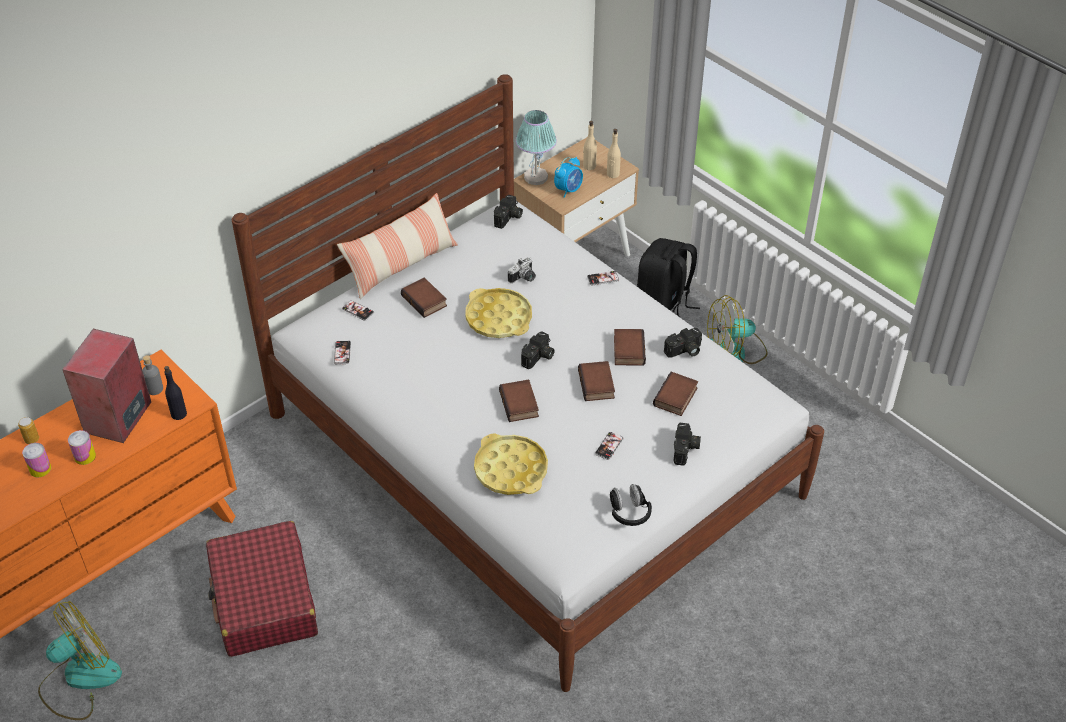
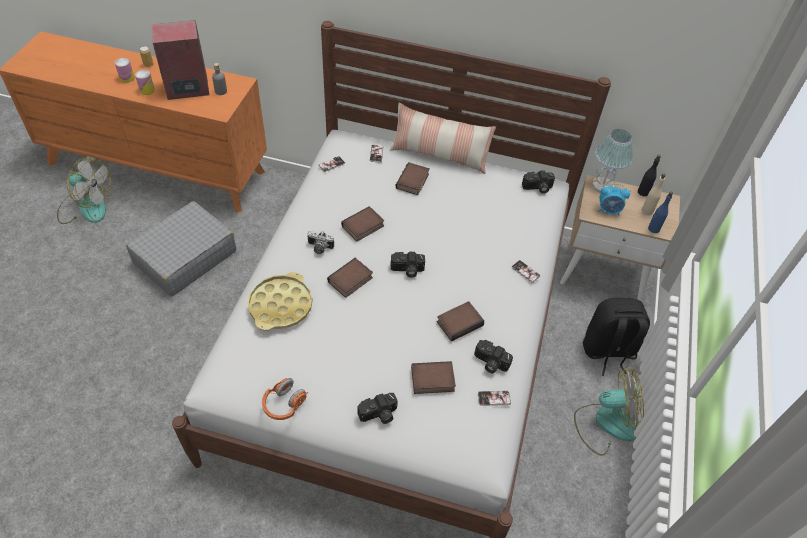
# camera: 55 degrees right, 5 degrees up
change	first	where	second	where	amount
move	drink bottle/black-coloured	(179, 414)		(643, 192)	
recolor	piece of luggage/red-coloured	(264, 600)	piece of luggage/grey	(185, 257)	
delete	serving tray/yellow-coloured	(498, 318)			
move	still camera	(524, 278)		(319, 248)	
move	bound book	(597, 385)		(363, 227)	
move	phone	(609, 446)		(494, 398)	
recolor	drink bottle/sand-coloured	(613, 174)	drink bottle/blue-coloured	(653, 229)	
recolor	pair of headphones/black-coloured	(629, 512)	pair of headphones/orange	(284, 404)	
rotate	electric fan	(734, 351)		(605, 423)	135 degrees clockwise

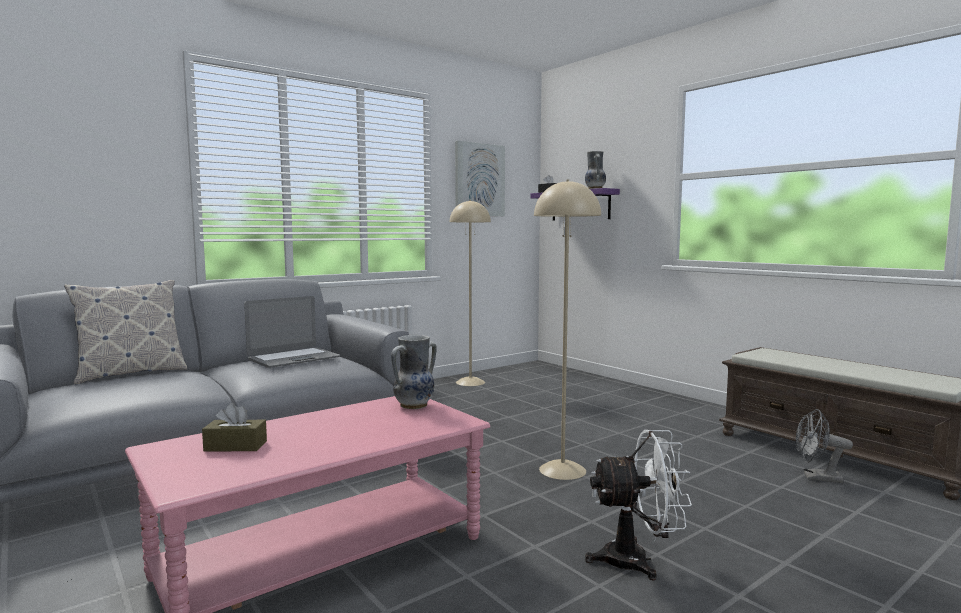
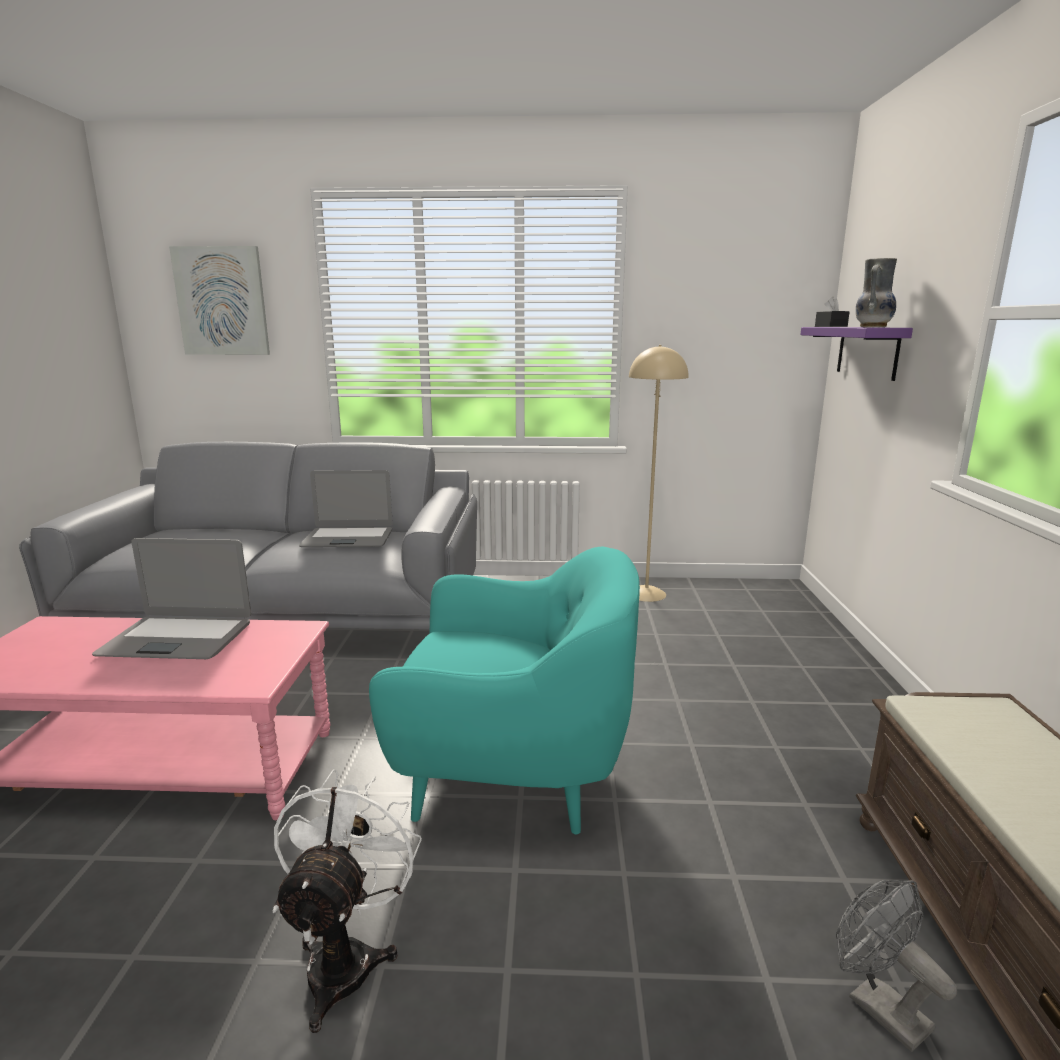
# camera: 40 degrees right, 10 degrees up
change	first	where	second	where	amount
delete	throw pillow	(131, 374)			
delete	tissue box/brown	(235, 446)			
delete	flower vase	(414, 406)			
move	wall art	(479, 180)		(222, 301)	
replace	standard lamp/sand-coloured	(563, 470)	lounge chair/blue-green	(514, 772)	
rotate	electric fan/white	(637, 560)		(347, 957)	120 degrees counterclockwise
insert			notebook computer	(178, 639)	

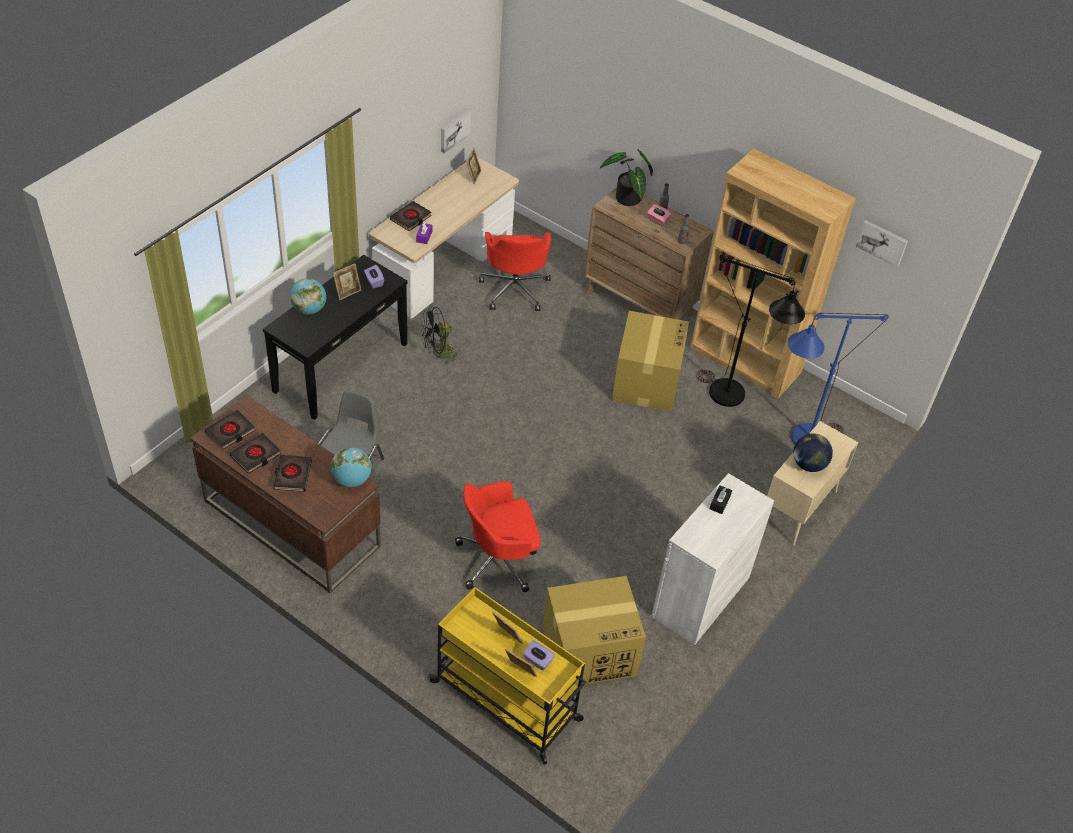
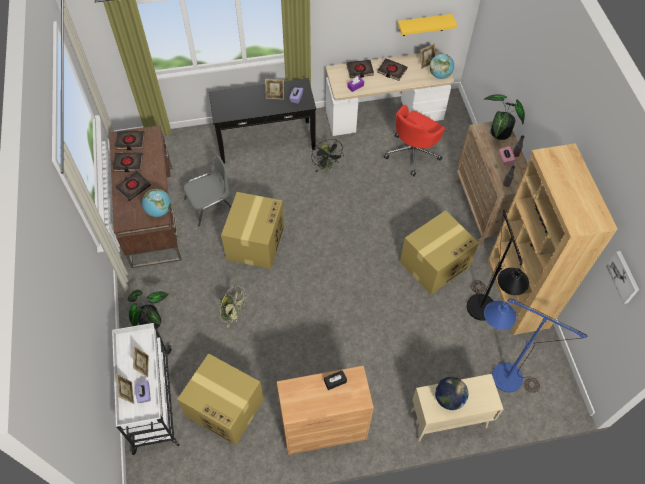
# camera: 45 degrees right, 10 degrees up
change	first	where	second	where	amount
move	world globe	(309, 309)		(440, 75)	
rotate	electric fan/black-coloured	(438, 353)		(327, 166)	135 degrees counterclockwise
recolor	wheeled cart/yellow-coloured	(507, 702)	wheeled cart/white	(152, 401)	
replace	wall art	(454, 130)	bracket shelf/yellow-coloured	(423, 25)	
replace	office chair/red-coloured	(499, 560)	electric fan/green-coloured	(233, 314)	
recolor	cabinet/white	(701, 597)	cabinet/brown	(323, 427)	
insert			potted plant	(150, 319)	
insert			packing box	(255, 242)	
insert			bound book/black-coloured	(392, 71)	

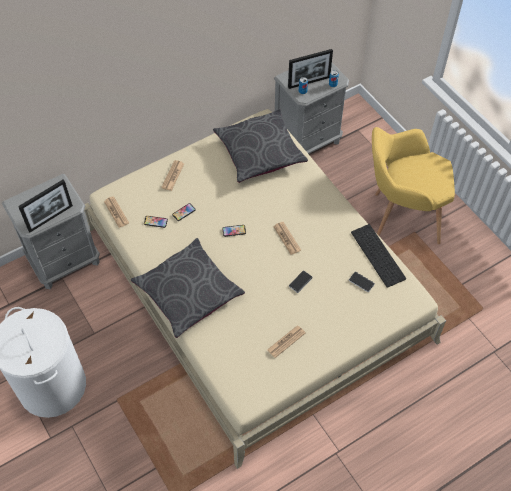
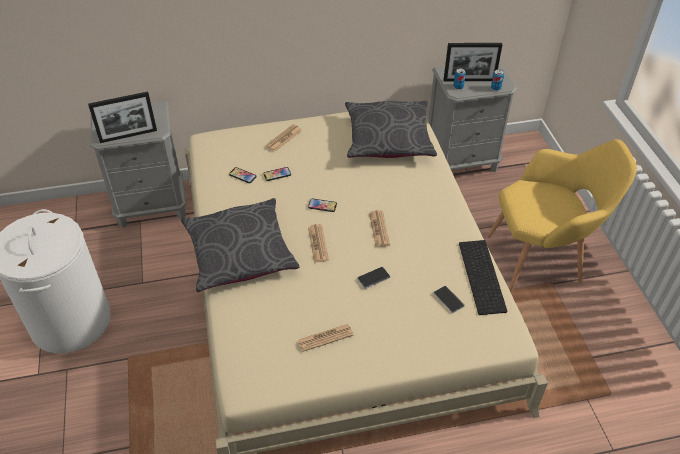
# camera: 20 degrees right, 10 degrees down
change	first	where	second	where	amount
move	printed paper	(116, 212)		(318, 243)	
rotate	lounge chair/yellow-coloured	(400, 215)		(541, 261)	150 degrees clockwise

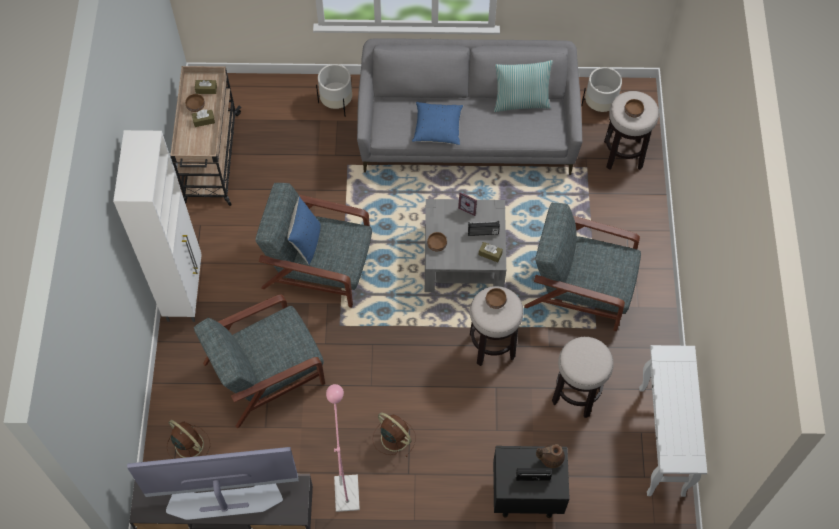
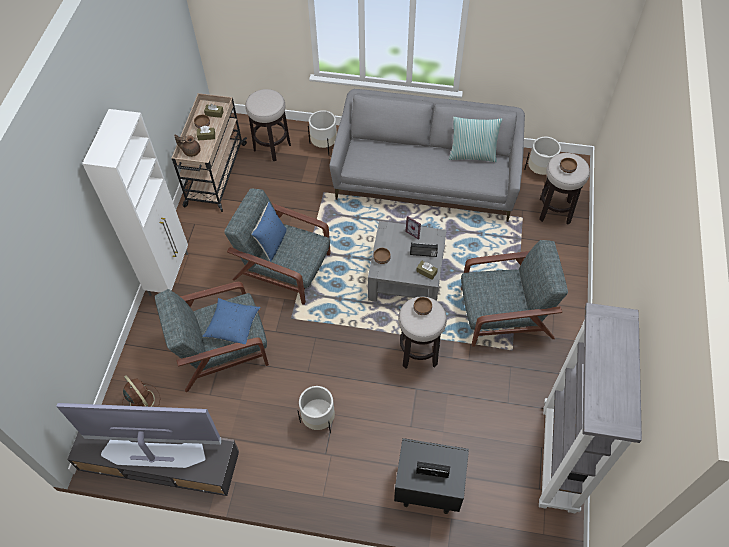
# camera: 10 degrees right, 5 degrees down
change	first	where	second	where	amount
delete	standard lamp/pink-coloured	(346, 486)			
replace	electric fan/brown	(393, 437)	flower pot/white	(318, 419)	
move	throw pillow/blue-coloured	(437, 129)		(233, 326)	
rotate	lounge chair/grey	(581, 286)		(504, 313)	150 degrees clockwise
move	tea pot/brown	(550, 458)		(191, 151)	
move	sitting stool	(576, 394)		(272, 147)	
replace	hall table/white	(662, 442)	bookcase/grey	(559, 459)	

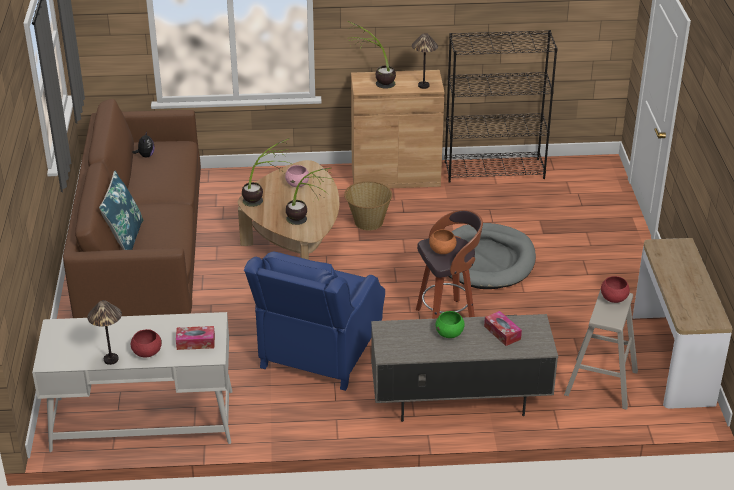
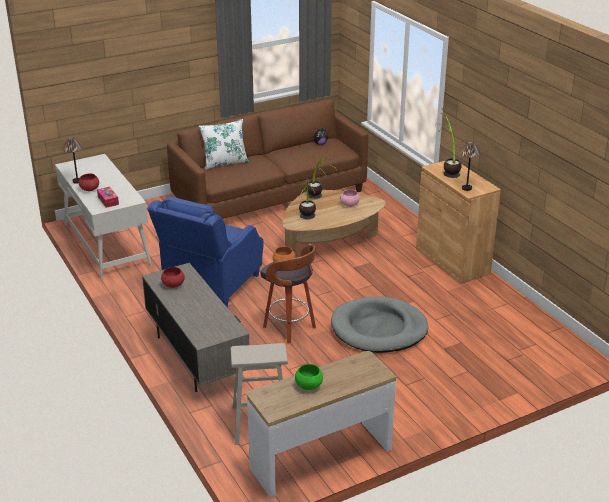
# camera: 65 degrees right, 5 degrees down
change	first	where	second	where	amount
recolor	throw pillow/blue-coloured	(125, 238)	throw pillow/white	(224, 163)	
rotate	lounge chair/blue-coloured	(319, 353)		(211, 285)	60 degrees counterclockwise
delete	household basket	(368, 222)			
move	bowl/green-coloured	(449, 334)		(309, 386)	
delete	bookcase/black-coloured	(494, 170)			
delete	tissue box	(502, 333)			
move	bowl/red-coloured	(613, 298)		(173, 285)	

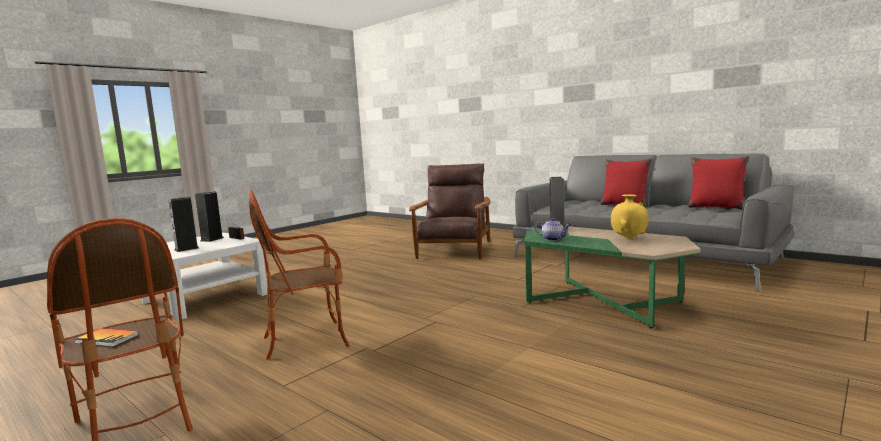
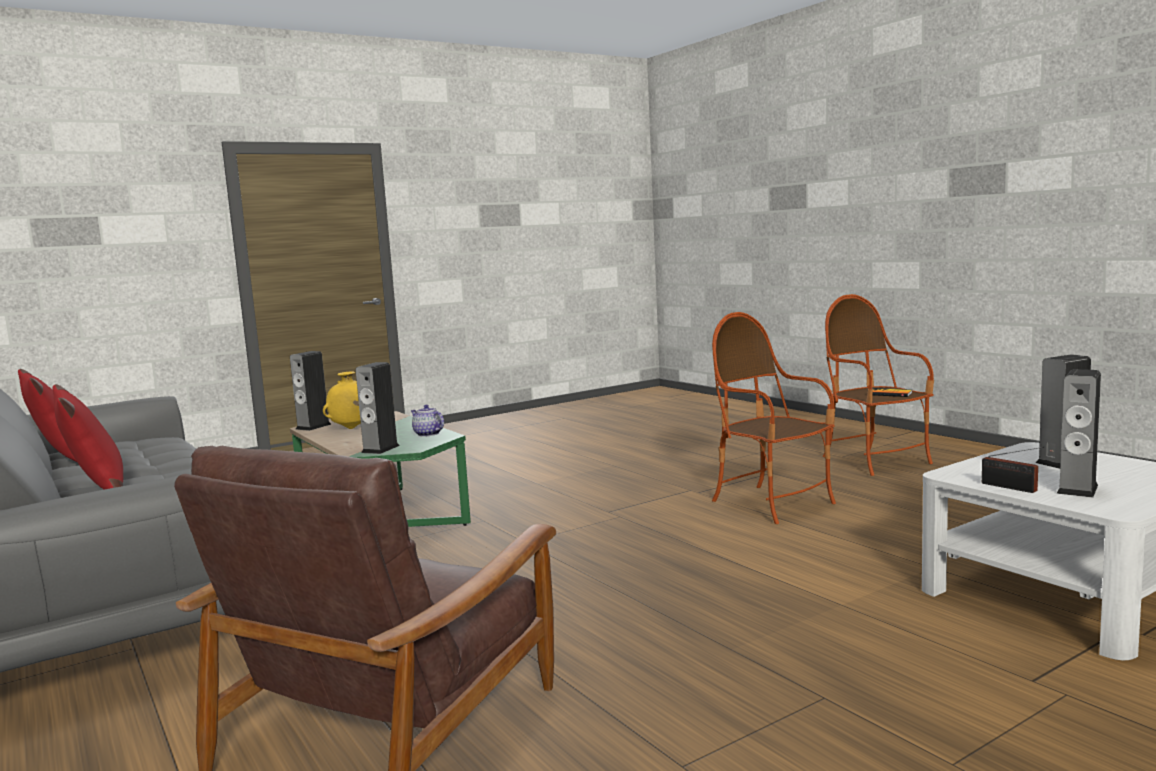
# camera: 165 degrees left, 0 degrees up
change	first	where	second	where	amount
rotate	lounge chair	(307, 340)		(772, 503)	120 degrees counterclockwise
insert			loudspeaker	(313, 426)	

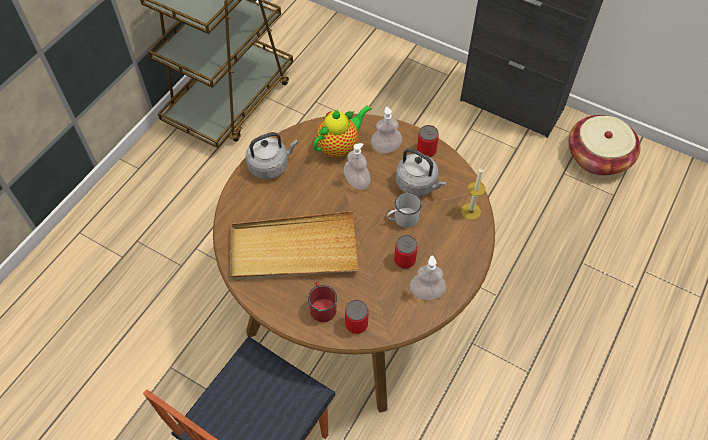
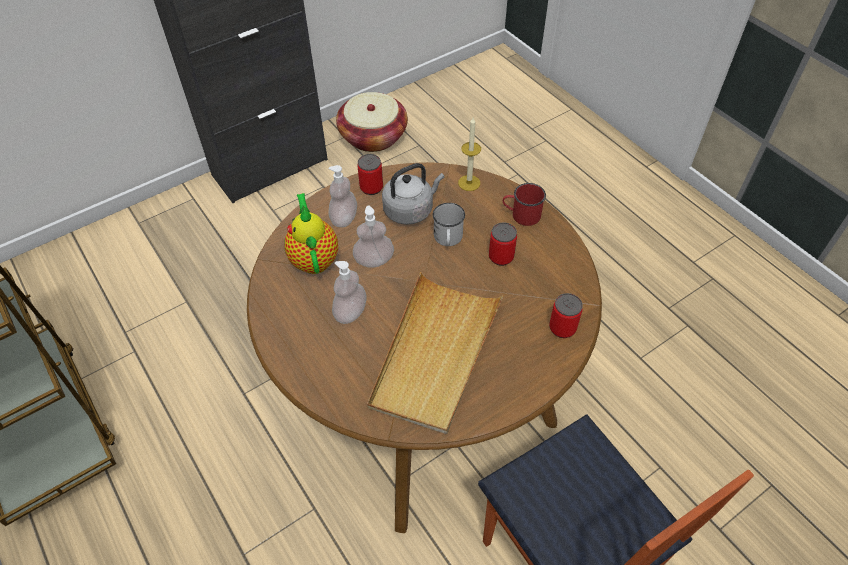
# camera: 65 degrees left, 5 degrees down
change	first	where	second	where	amount
delete	tea kettle/grey	(271, 165)			
move	coffee mug/red-coloured	(322, 306)		(521, 215)	
move	soap dispenser	(426, 292)		(350, 312)	

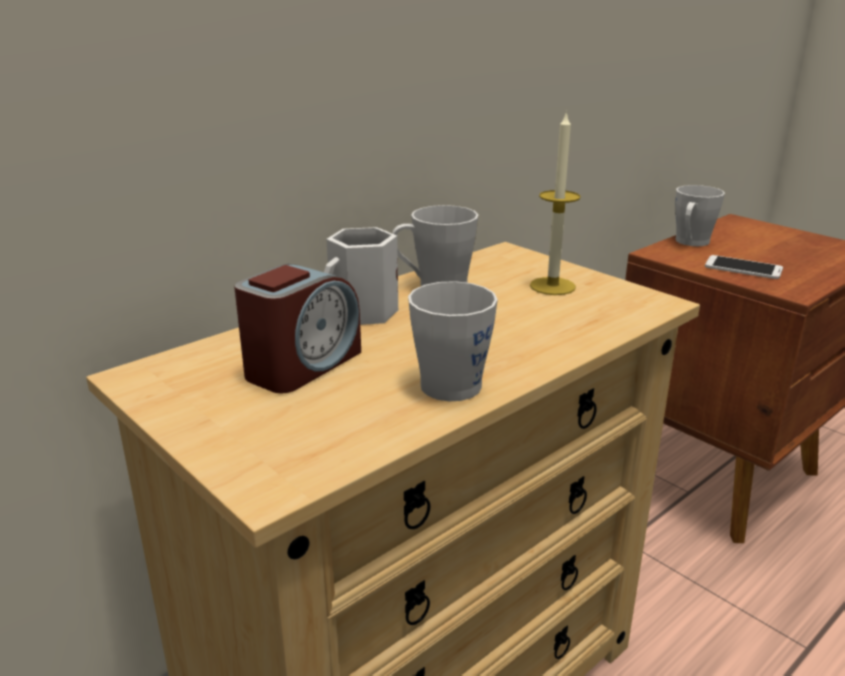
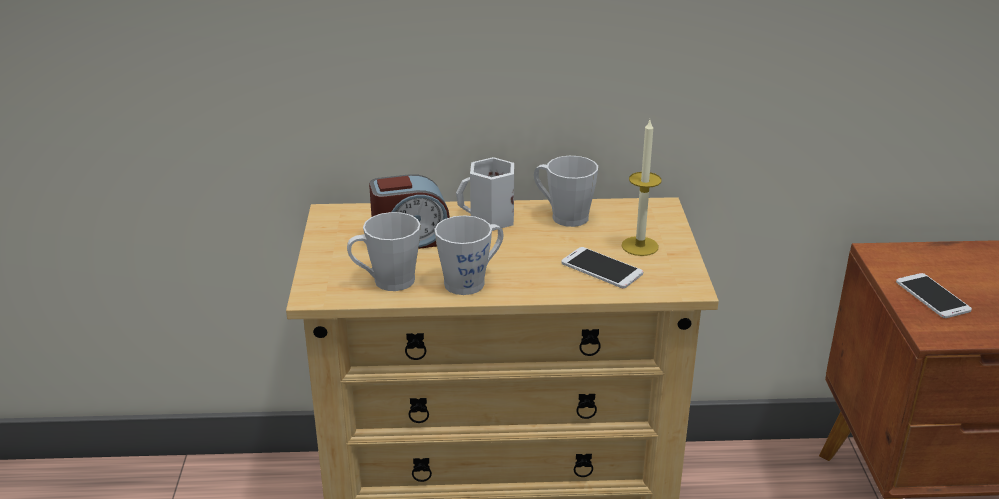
# camera: 40 degrees right, 5 degrees up
change	first	where	second	where	amount
move	coffee mug/grey	(690, 243)		(386, 281)	
insert			phone	(601, 268)	

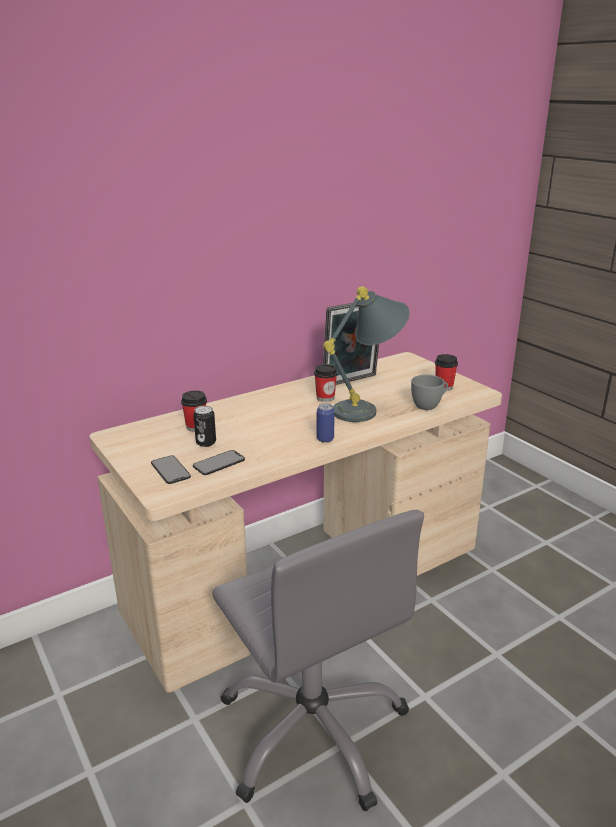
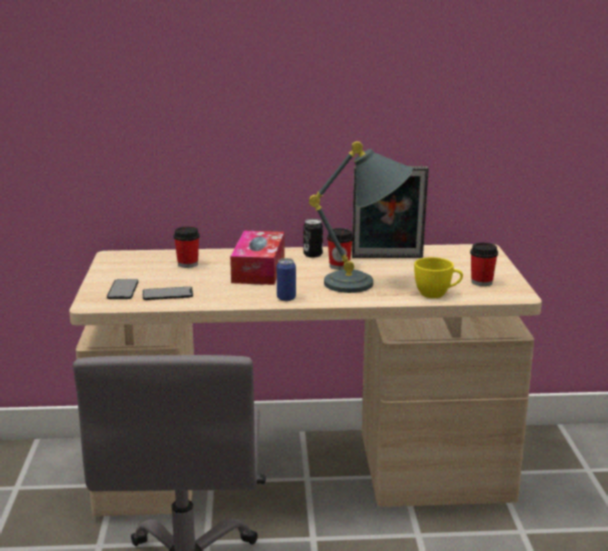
# camera: 30 degrees right, 5 degrees down
change	first	where	second	where	amount
move	can	(206, 442)		(313, 254)	
recolor	drinking cup/grey	(429, 405)	drinking cup/yellow-coloured	(437, 294)	
insert			tissue box	(258, 269)	

